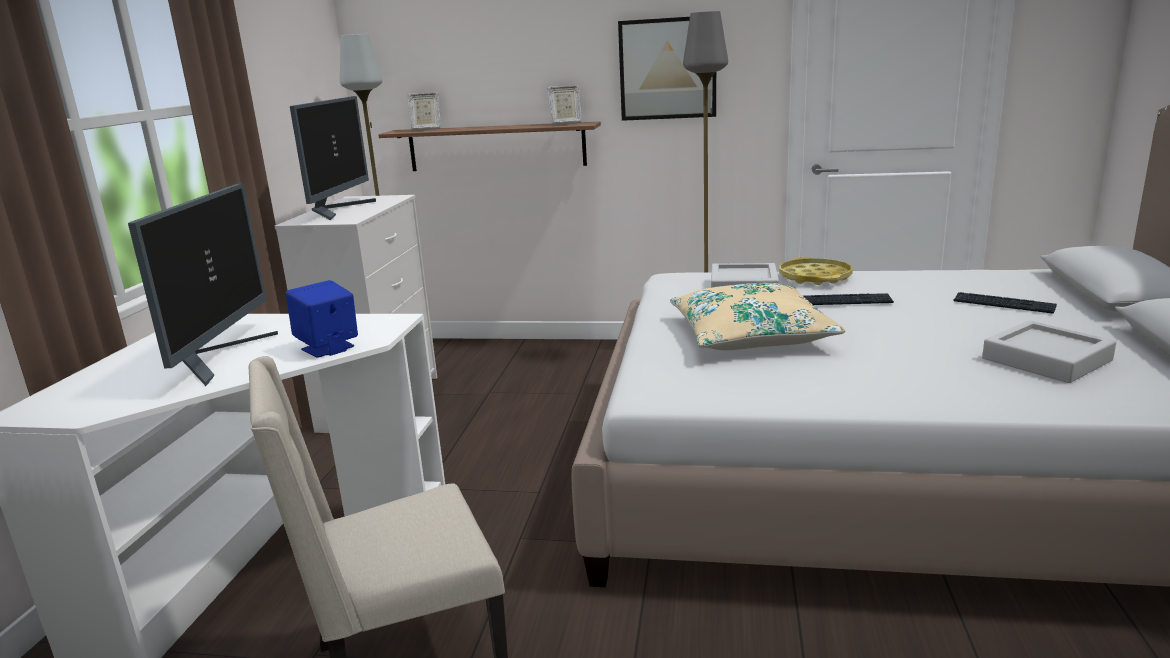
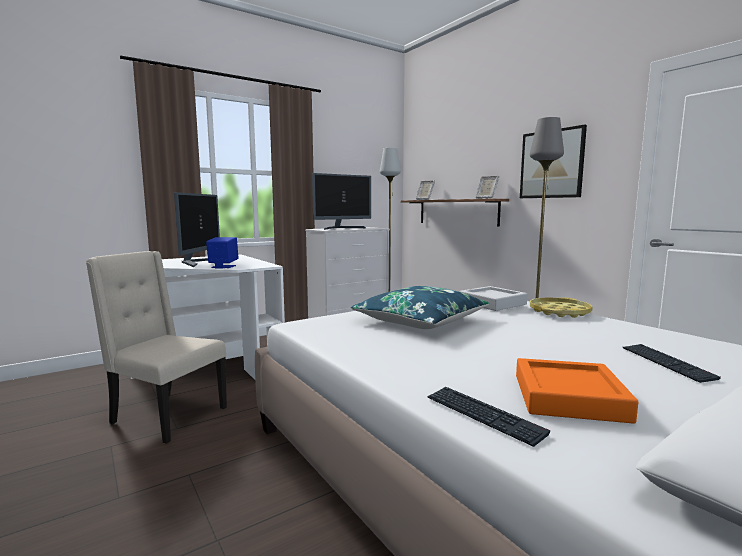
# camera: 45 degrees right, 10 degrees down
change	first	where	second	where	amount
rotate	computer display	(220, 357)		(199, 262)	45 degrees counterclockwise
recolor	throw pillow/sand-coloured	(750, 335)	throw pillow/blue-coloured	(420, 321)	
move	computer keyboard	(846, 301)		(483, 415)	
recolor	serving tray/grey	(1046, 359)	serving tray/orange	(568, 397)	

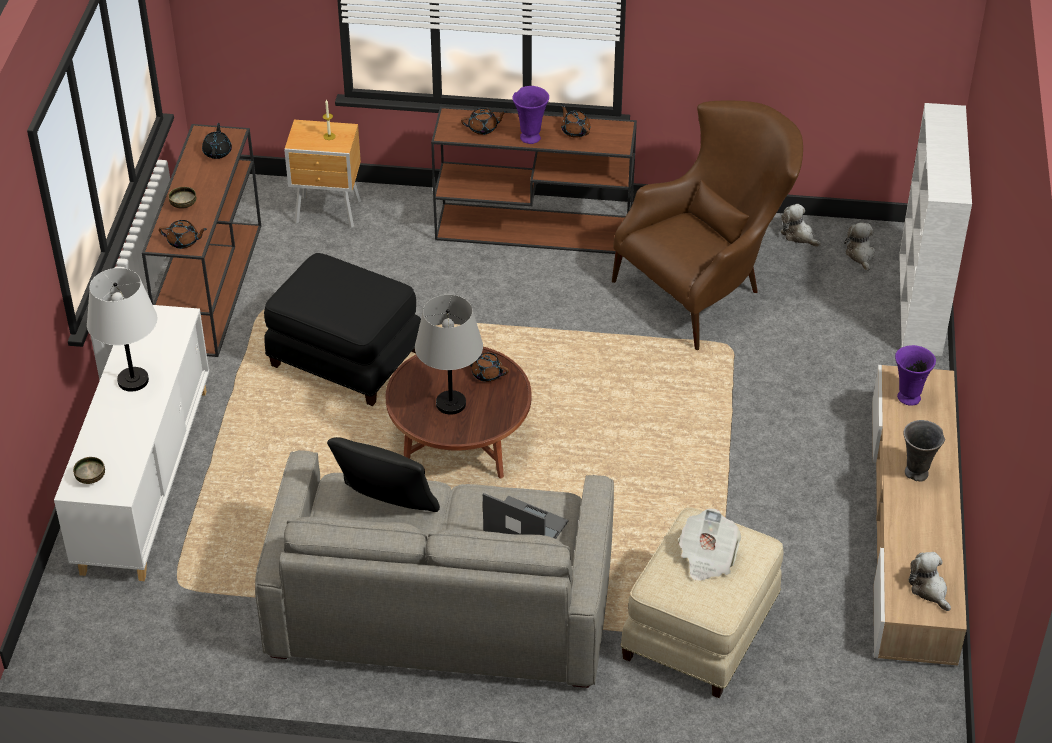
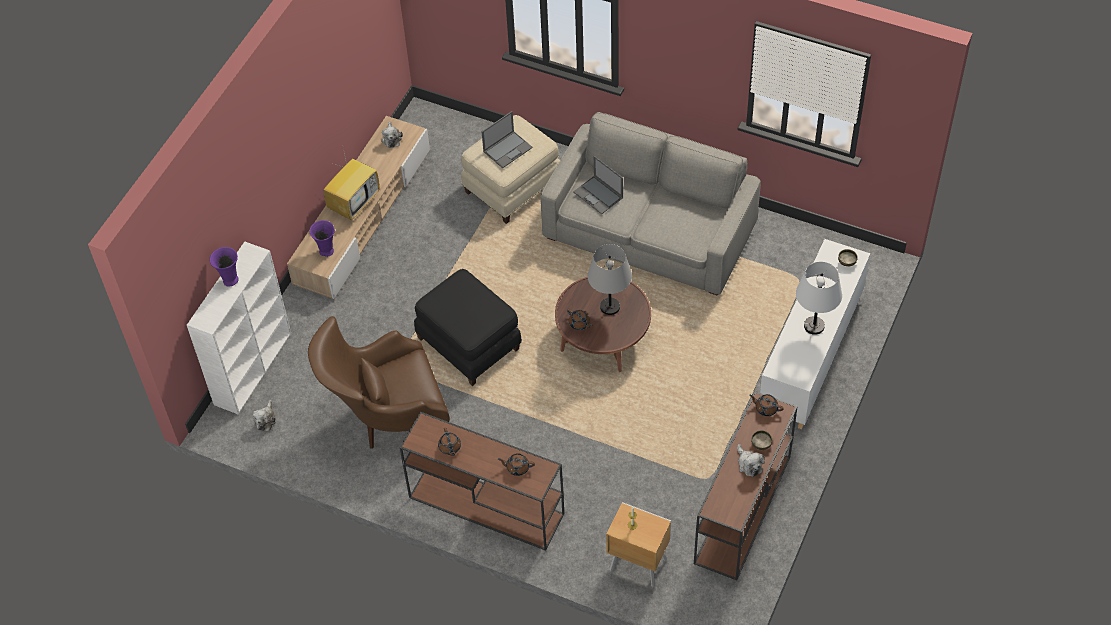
# camera: 160 degrees left, 10 degrees up
change	first	where	second	where	amount
delete	tea pot/black-coloured	(217, 152)			
move	footrest/black-coloured	(344, 360)		(469, 343)	
delete	throw pillow/black-coloured	(386, 508)			
move	flower vase/purple-coloured	(530, 137)		(230, 280)	
replace	printed paper	(707, 557)	notebook computer	(508, 149)	
move	plush toy	(798, 235)		(749, 464)	
replace	flower vase/grey	(916, 474)	TV set	(354, 202)	

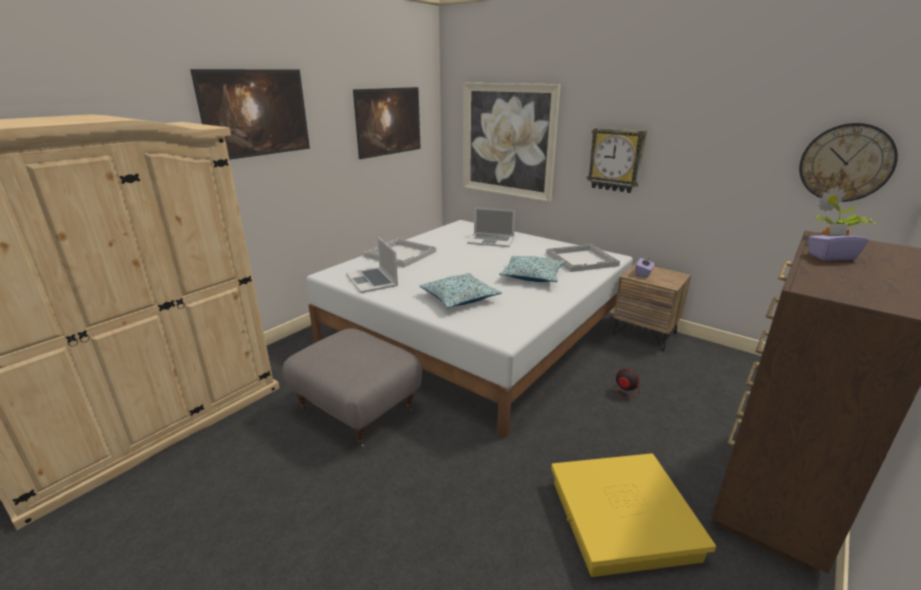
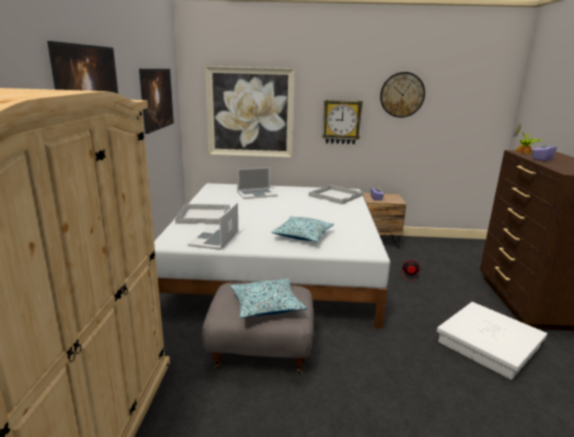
# camera: 35 degrees left, 5 degrees down
change	first	where	second	where	amount
rotate	notebook computer	(372, 280)		(214, 238)	75 degrees clockwise
move	throw pillow	(532, 276)		(266, 305)	
recolor	storage box/yellow-coloured	(622, 520)	storage box/white	(489, 344)	
move	wall clock	(846, 163)		(402, 95)	

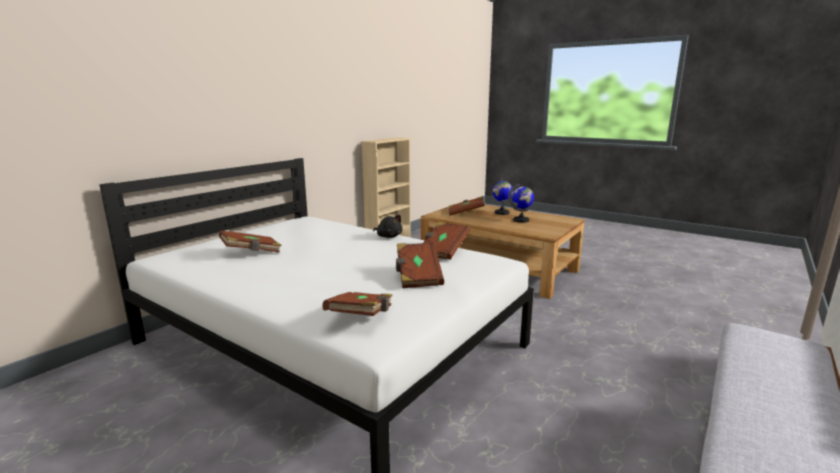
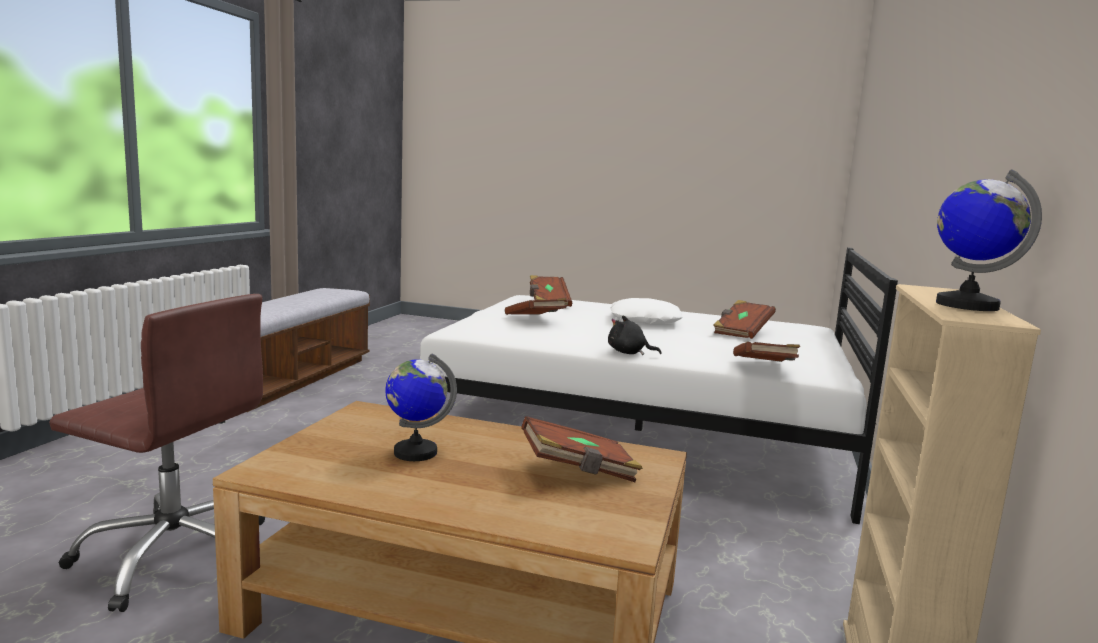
# camera: 160 degrees right, 5 degrees down
change	first	where	second	where	amount
move	bound book/brown	(443, 251)		(764, 368)	
move	world globe	(501, 213)		(966, 305)	
insert			office chair/brown	(175, 555)	
insert			throw pillow/white	(644, 320)	

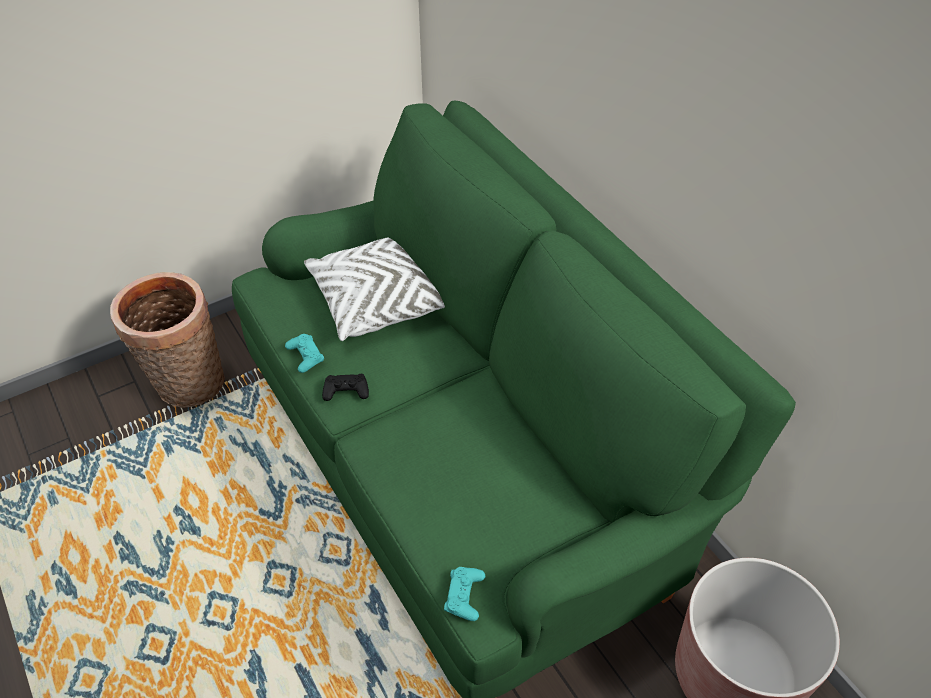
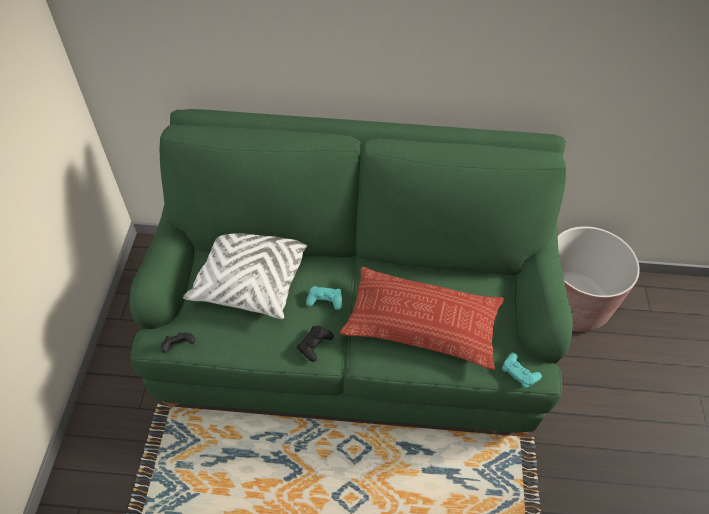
# camera: 55 degrees left, 5 degrees up
change	first	where	second	where	amount
delete	household basket	(187, 386)			
move	gamepad/blue-green	(305, 356)		(325, 300)	
insert			gamepad/black-coloured	(179, 346)	
insert			throw pillow	(422, 323)	

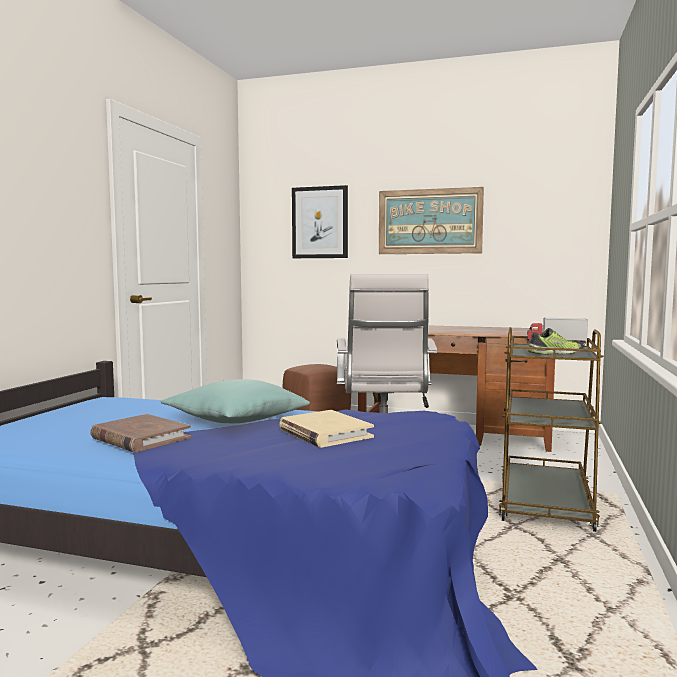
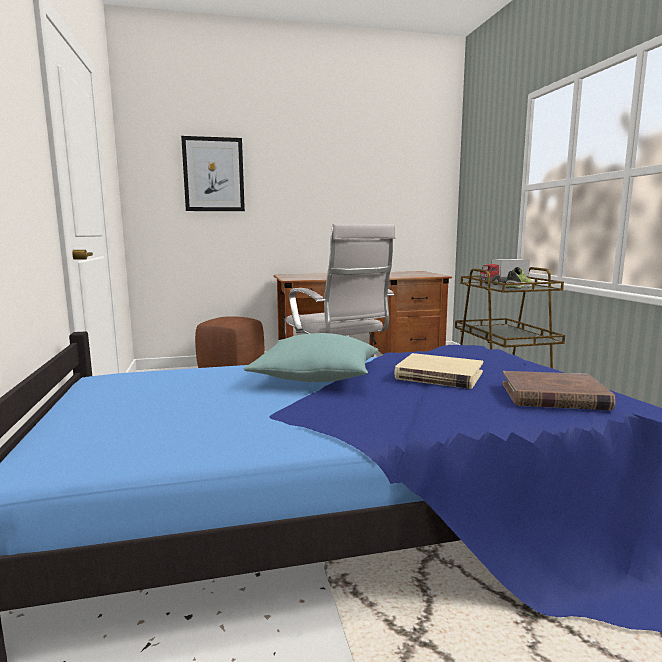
# camera: 30 degrees left, 5 degrees up
change	first	where	second	where	amount
move	bound book/brown	(140, 438)		(553, 396)	
delete	wall art	(429, 221)			

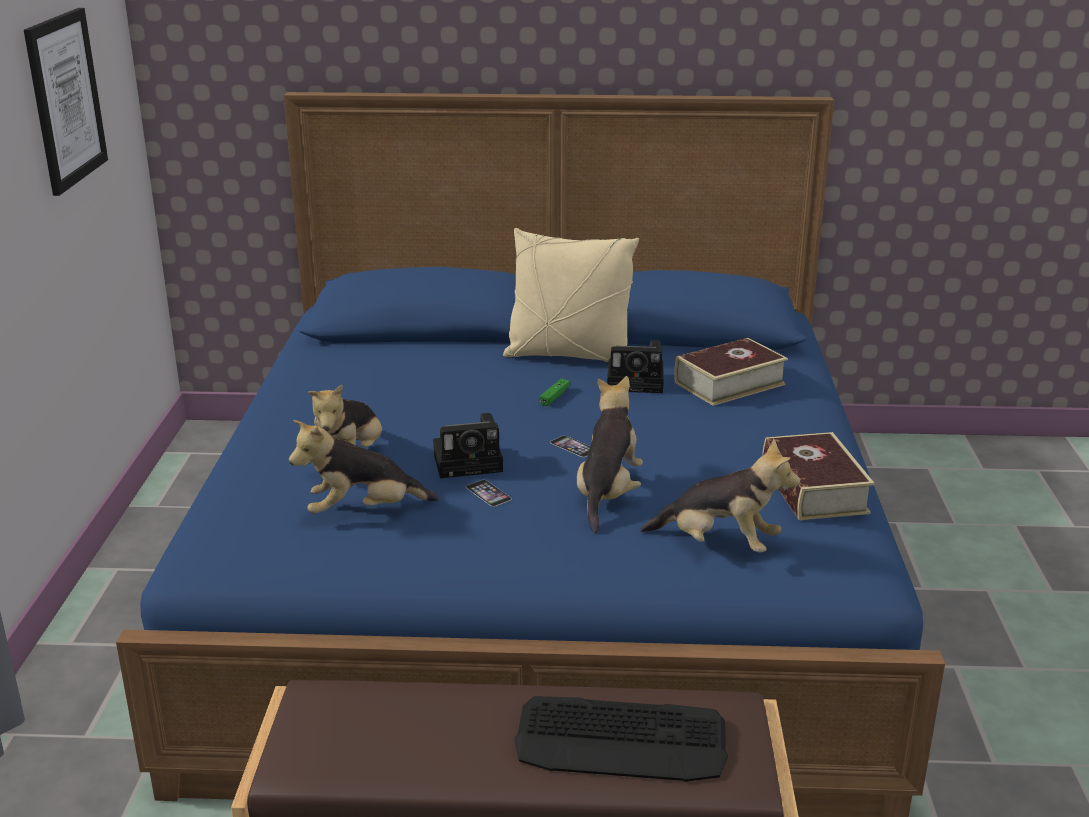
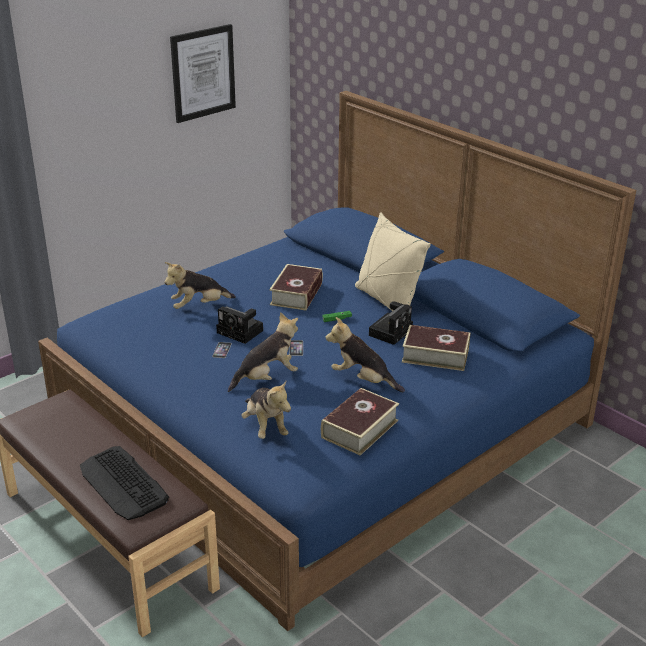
# camera: 45 degrees right, 5 degrees up
change	first	where	second	where	amount
move	plush toy	(363, 511)		(363, 380)	
rotate	still camera	(638, 382)		(391, 331)	105 degrees counterclockwise
insert			bound book	(296, 294)	

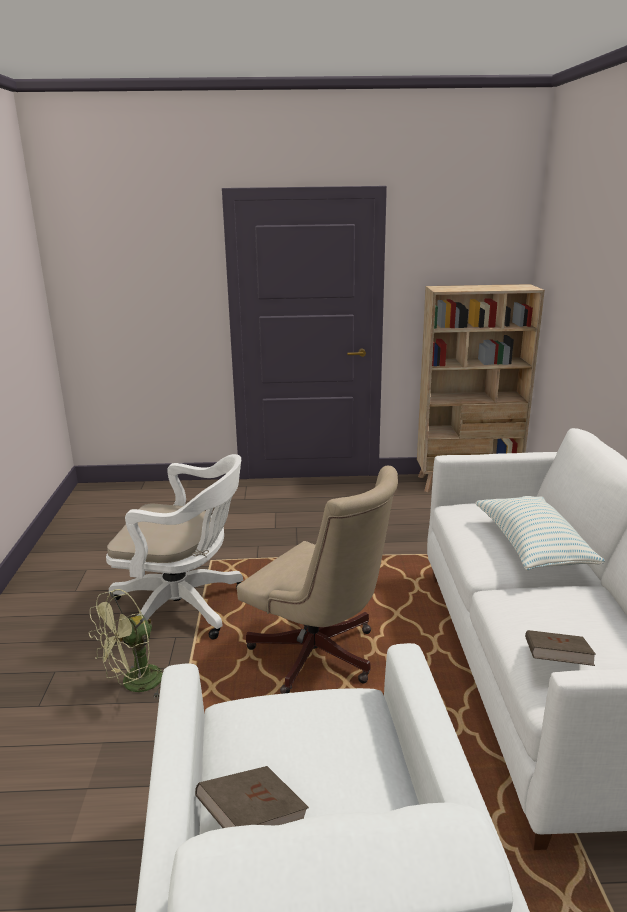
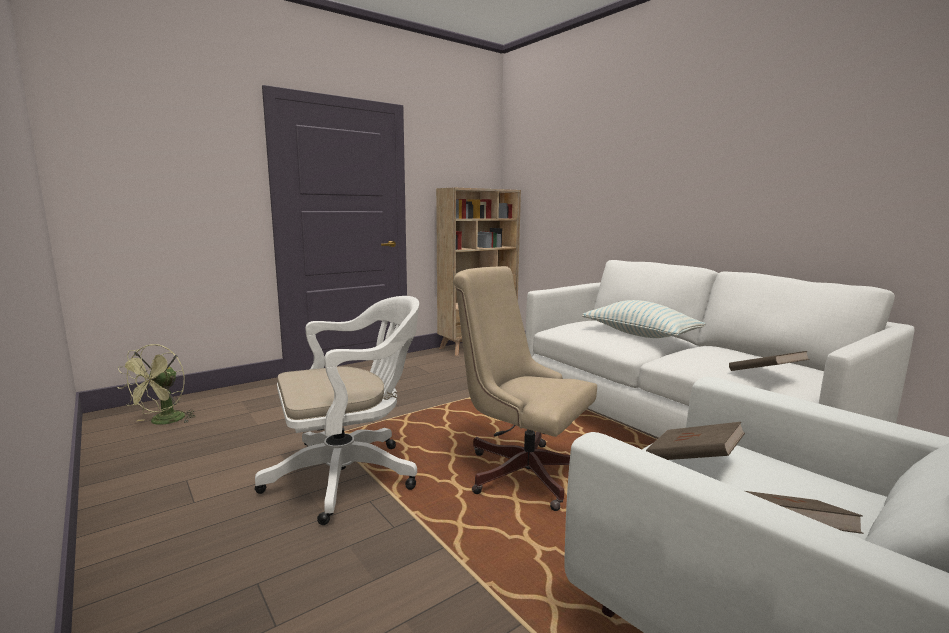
# camera: 35 degrees left, 10 degrees down
change	first	where	second	where	amount
move	electric fan/green-coloured	(135, 685)		(163, 422)	
rotate	office chair/sand-coloured	(320, 658)		(520, 470)	150 degrees counterclockwise
insert			bound book/brown	(692, 461)	

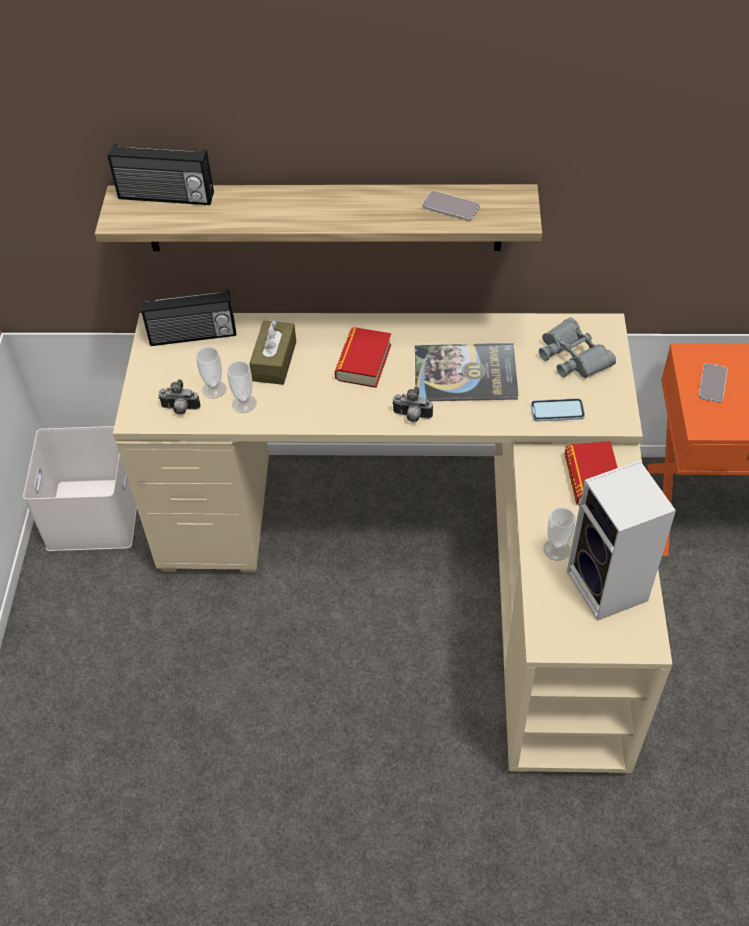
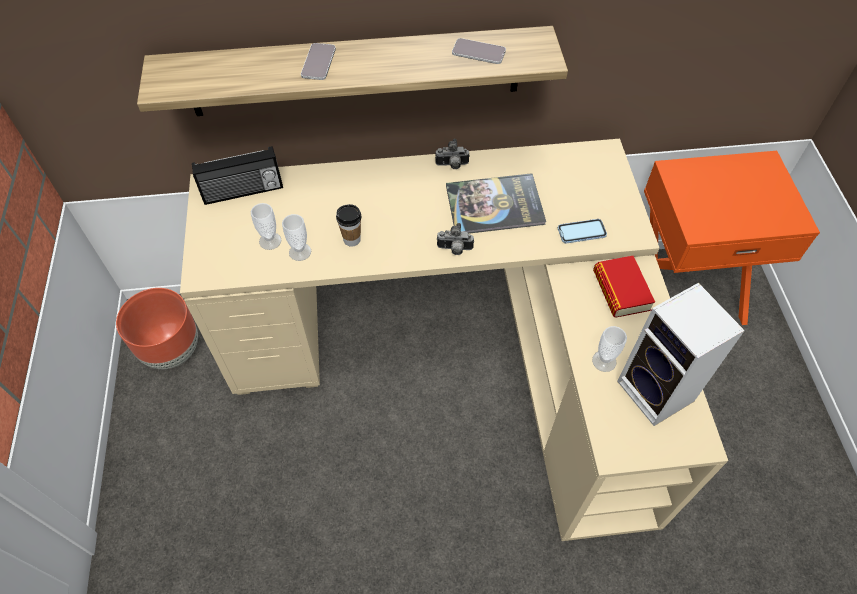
# camera: 10 degrees left, 5 degrees up
change	first	where	second	where	amount
replace	storage box/white	(95, 516)	flower pot/brown	(172, 351)	
delete	radio receiver	(165, 197)			
move	still camera	(180, 409)		(452, 165)	
delete	tissue box/brown	(274, 361)			
delete	bound book	(363, 362)			
delete	field glasses/grey	(573, 356)			
move	phone	(712, 383)		(318, 62)	
insert			drinking cup	(352, 239)	

